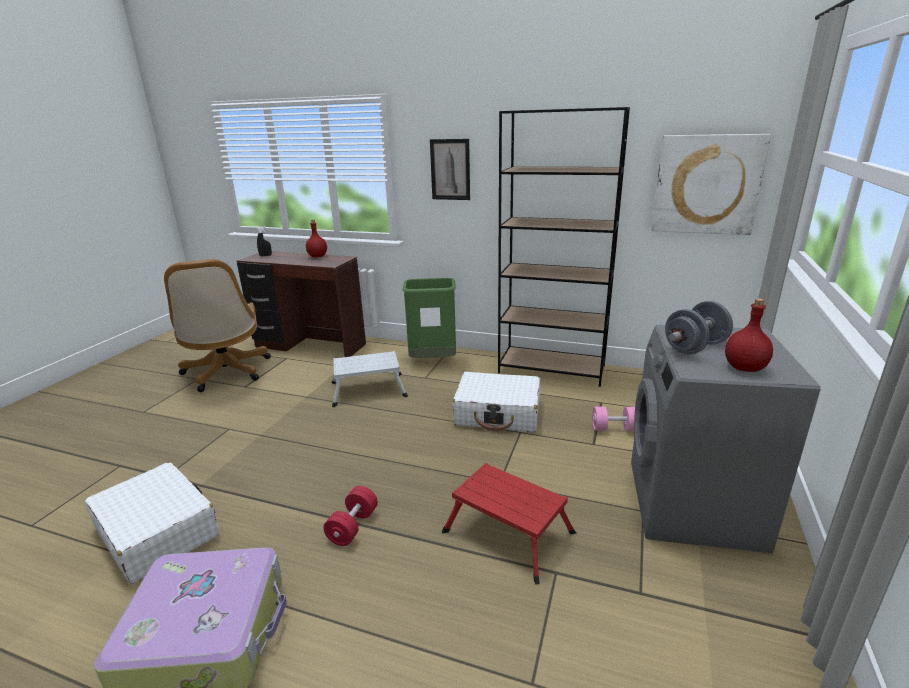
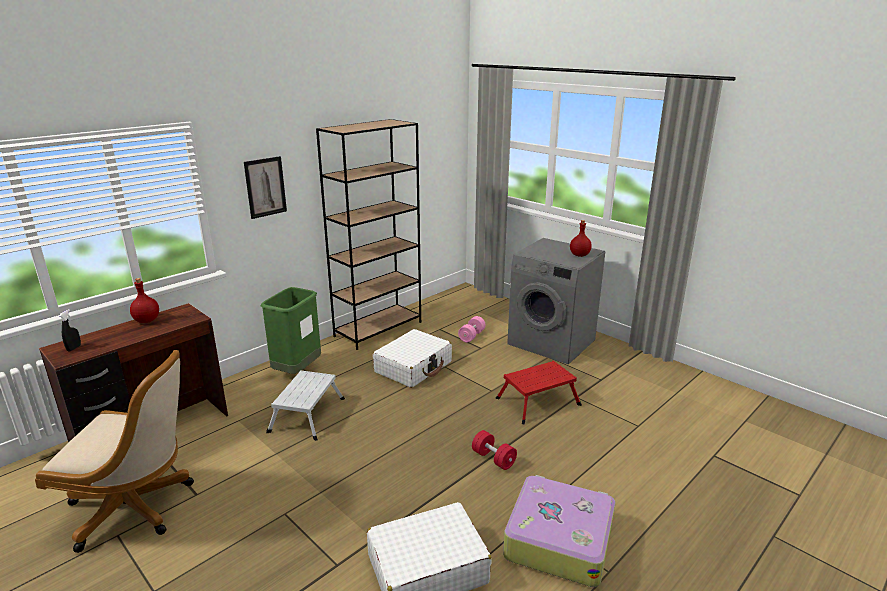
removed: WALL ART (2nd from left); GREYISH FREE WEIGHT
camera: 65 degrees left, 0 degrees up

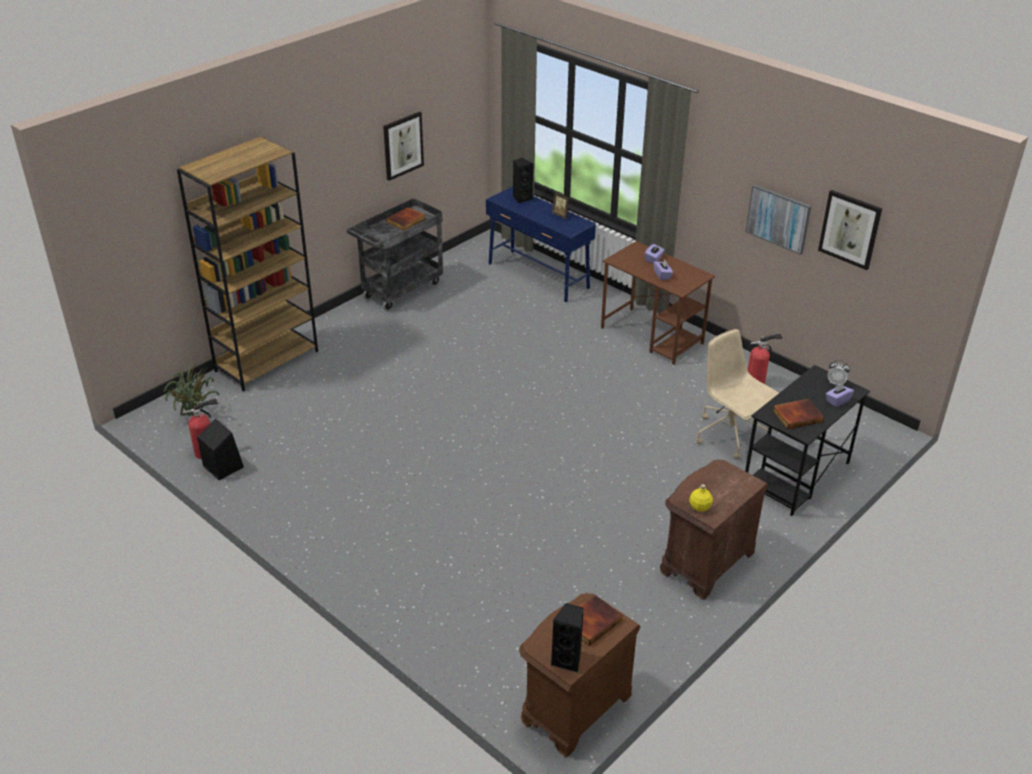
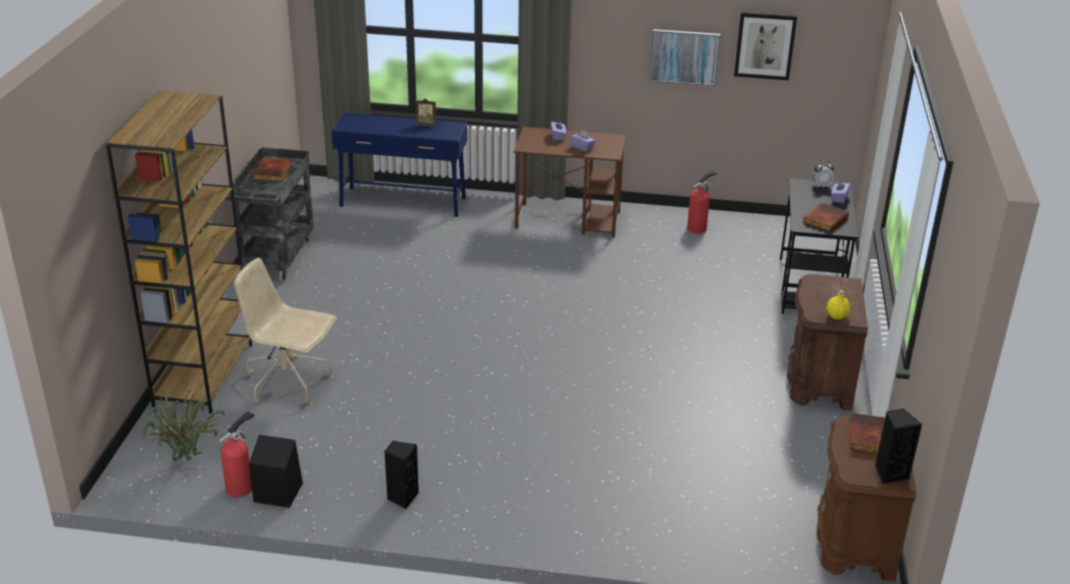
removed: WALL ART (1st from left)
moved: BLACK SPEAKER (2nd from left); BEIGE DESK CHAIR
camera: 35 degrees left, 5 degrees down

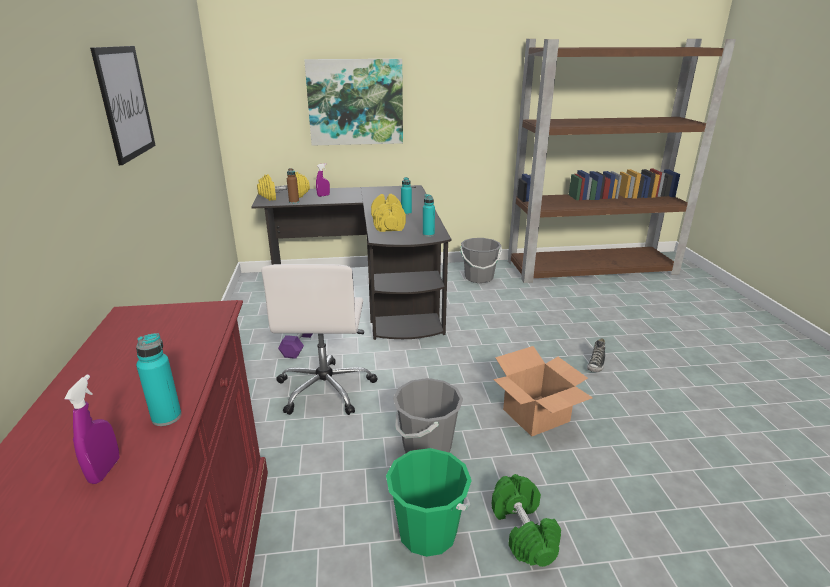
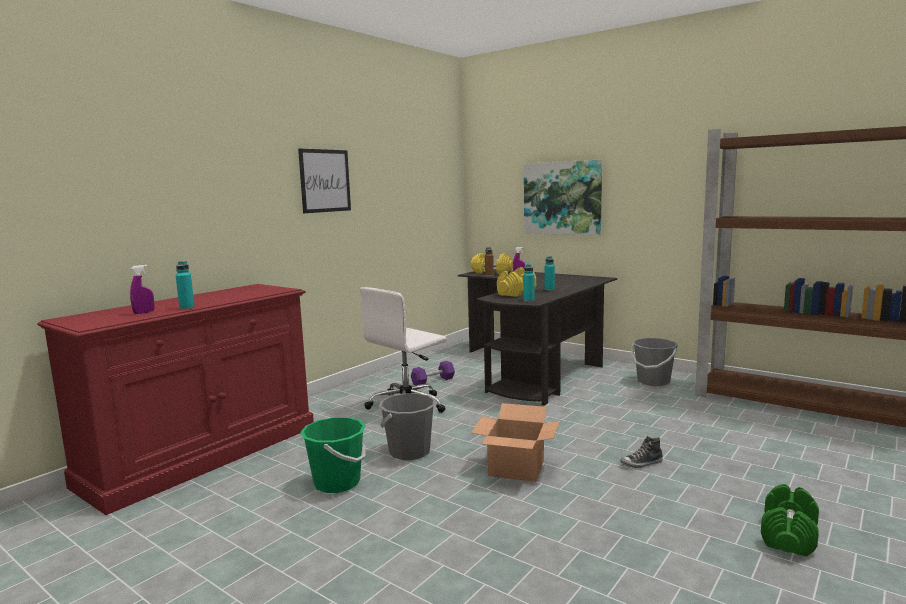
moved: GREENISH FREE WEIGHT
camera: 45 degrees right, 15 degrees down

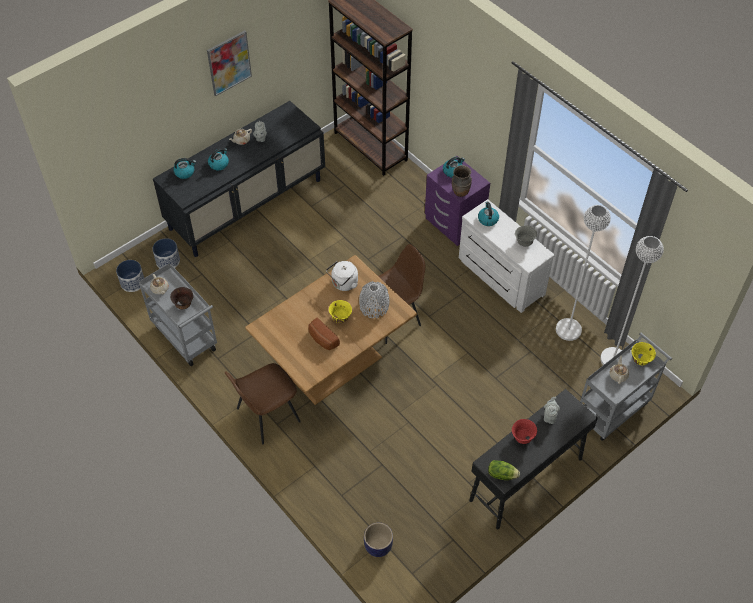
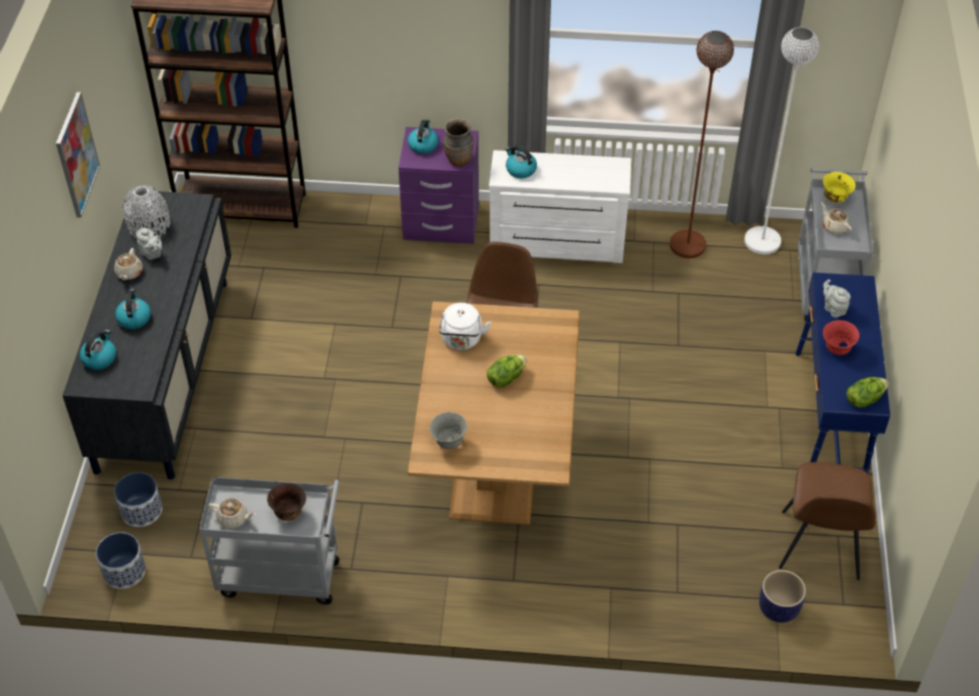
removed: BAKERY BREAD
moved: BROWN-COLOURED PLAIN CHAIR (1st from left in the first image) to BROWN-COLOURED PLAIN CHAIR (2nd from left); GREYISH DECORATIVE VASE; GREYISH BOWL
replaced: YELLOW BOWL (1st from left) to LETTUCE (1st from left)
recoloured: BLACK HALL TABLE to BLUISH HALL TABLE; WHITE STANDING LAMP (1st from left) to BROWN-COLOURED STANDING LAMP
camera: 45 degrees left, 5 degrees down

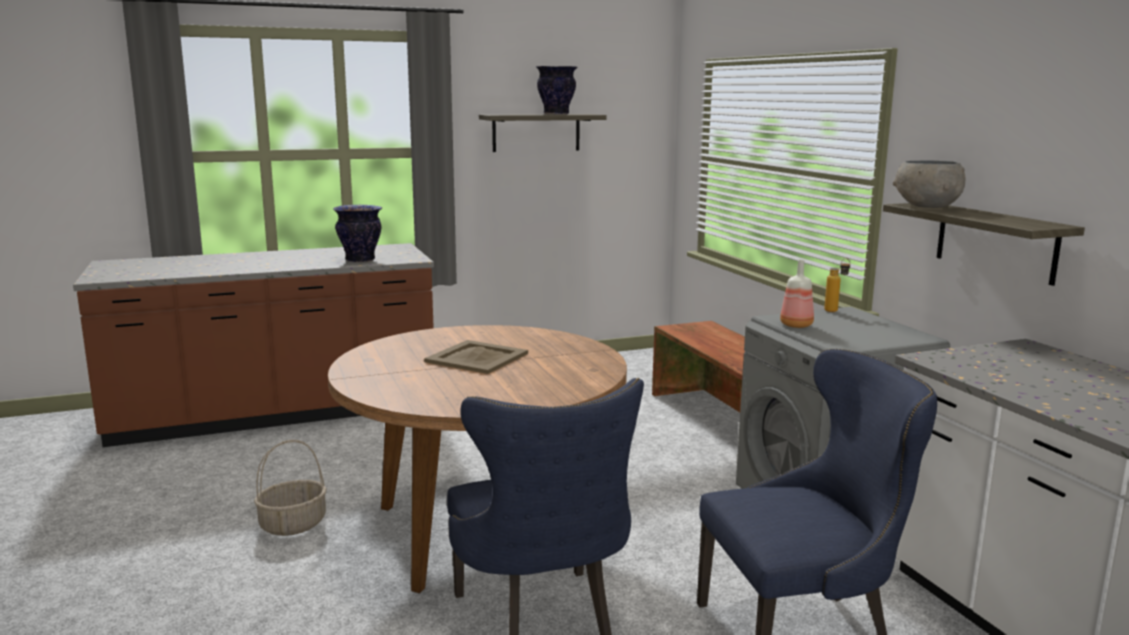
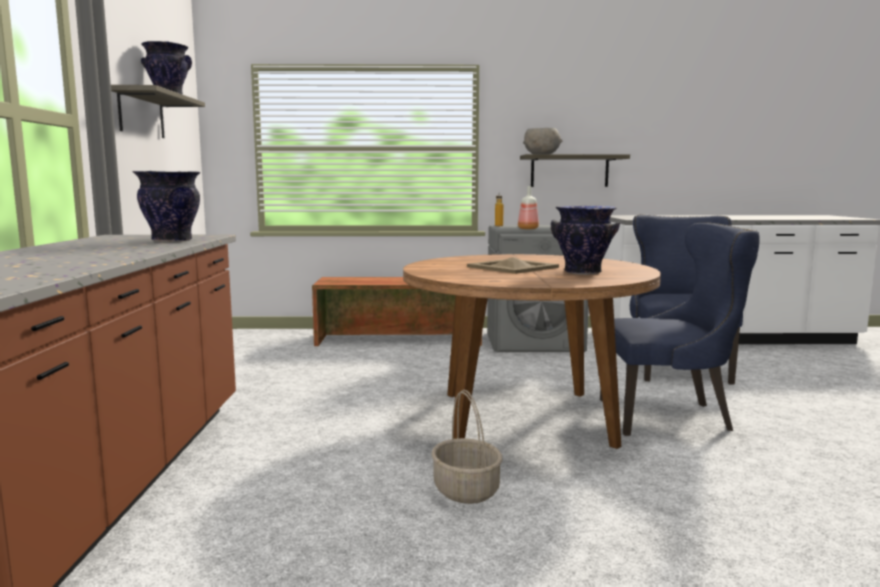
added: DECORATIVE VASE (3rd from left)
camera: 70 degrees left, 5 degrees down

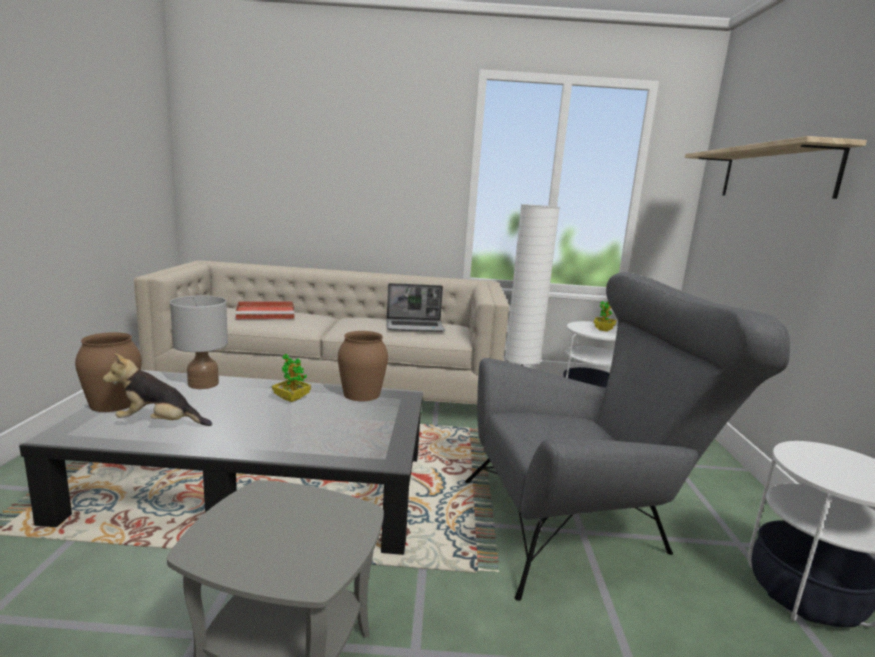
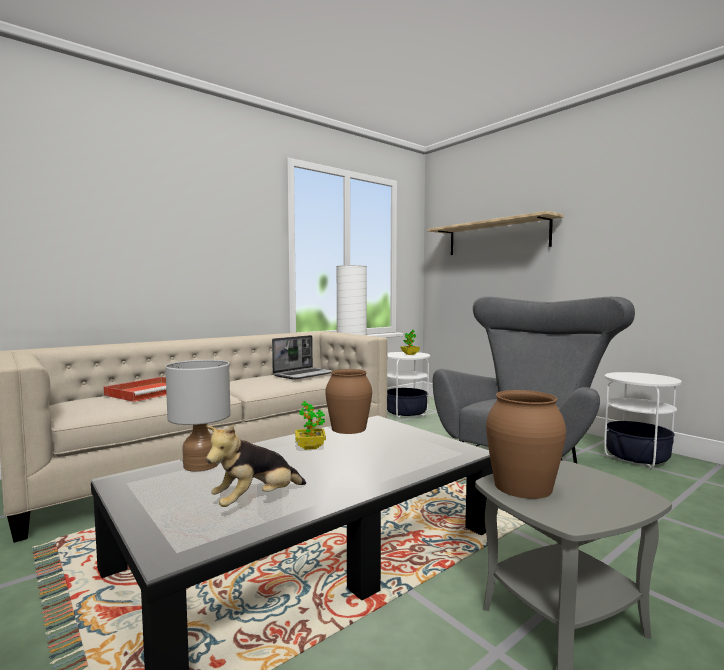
moved: BROWN-COLOURED DECORATIVE VASE (1st from left in the first image) to BROWN-COLOURED DECORATIVE VASE (2nd from left)
camera: 40 degrees left, 10 degrees down

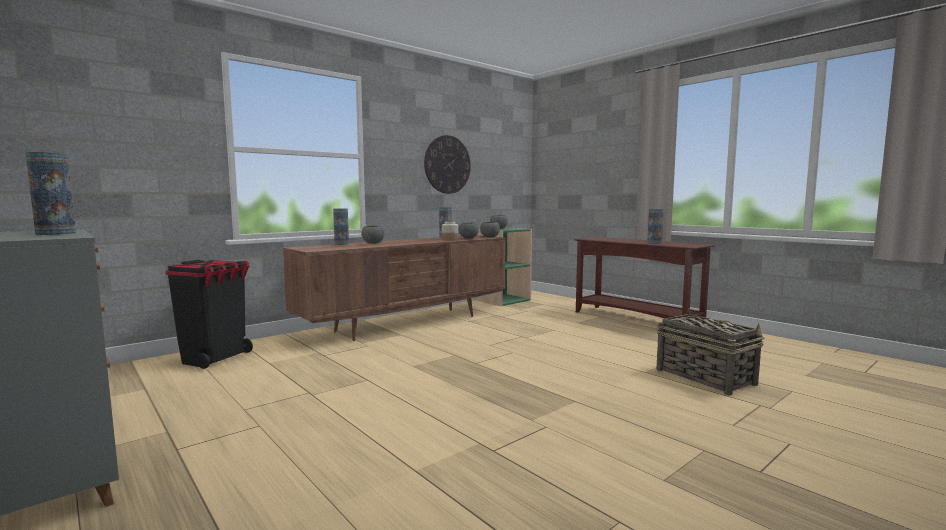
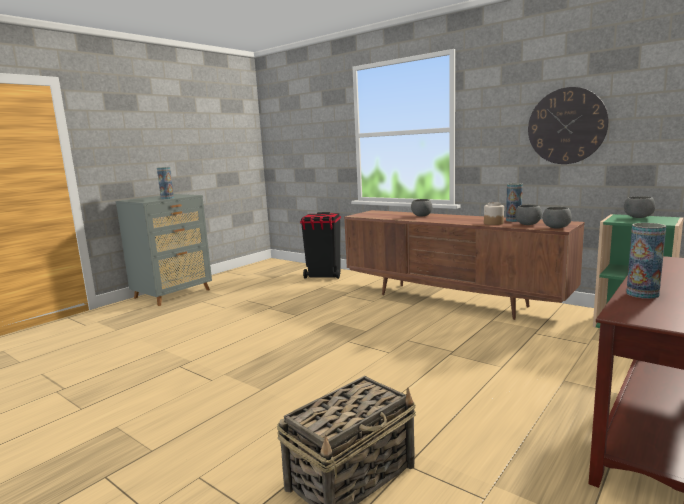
removed: DECORATIVE VASE (2nd from left)
camera: 80 degrees right, 5 degrees up

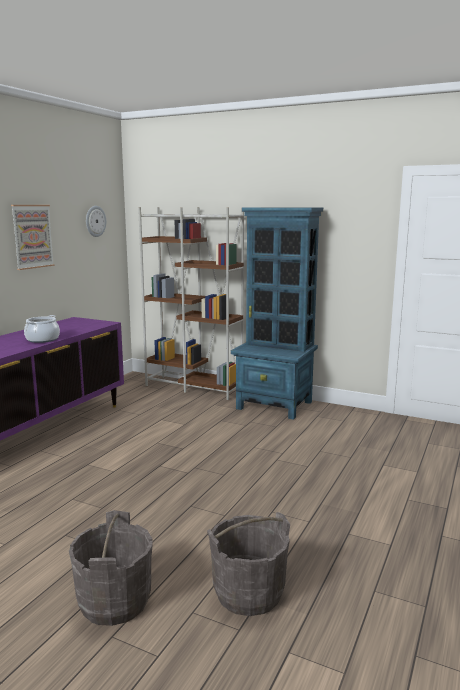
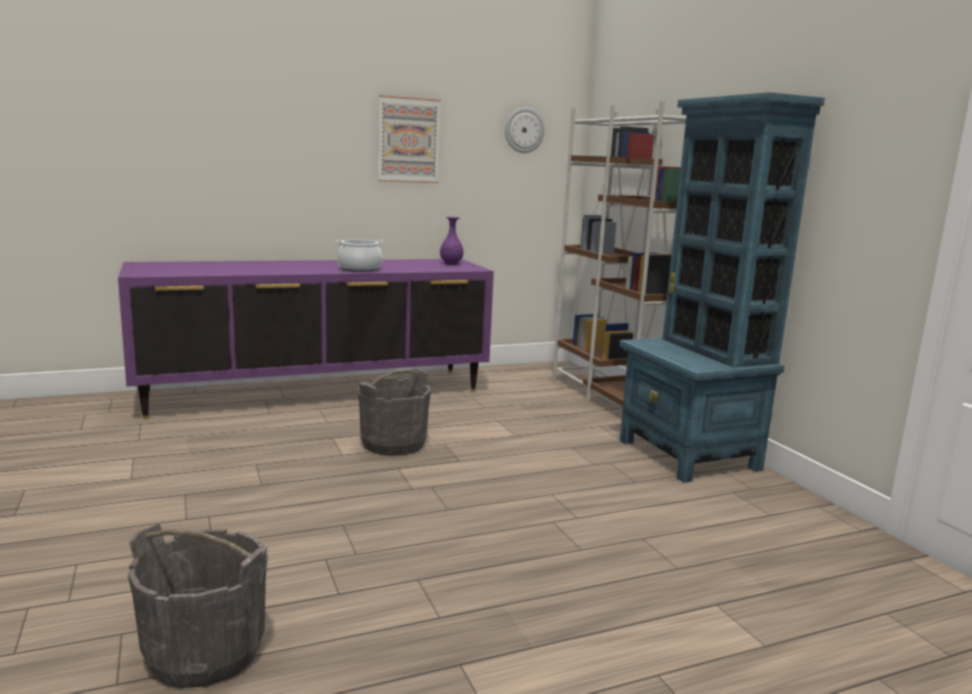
added: PURPLISH DECORATIVE VASE
moved: GREYISH PAIL (1st from left in the first image) to GREYISH PAIL (2nd from left)
camera: 40 degrees right, 0 degrees up

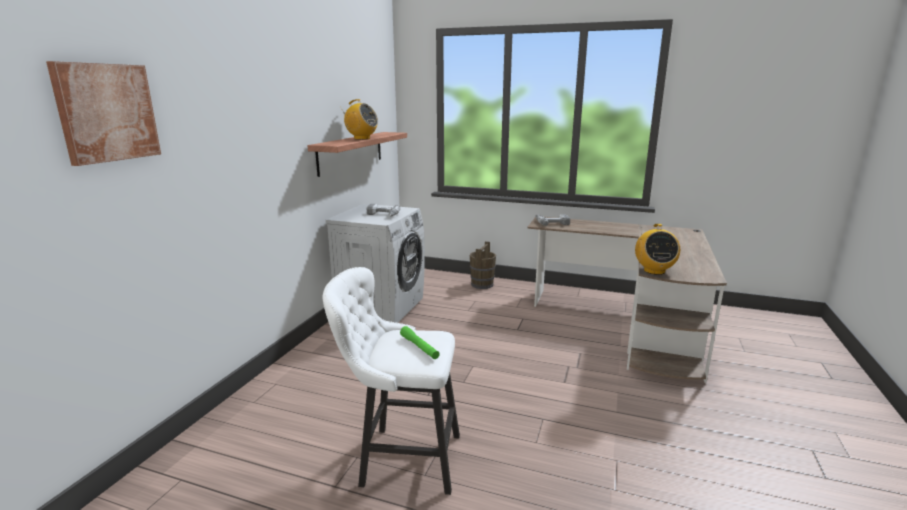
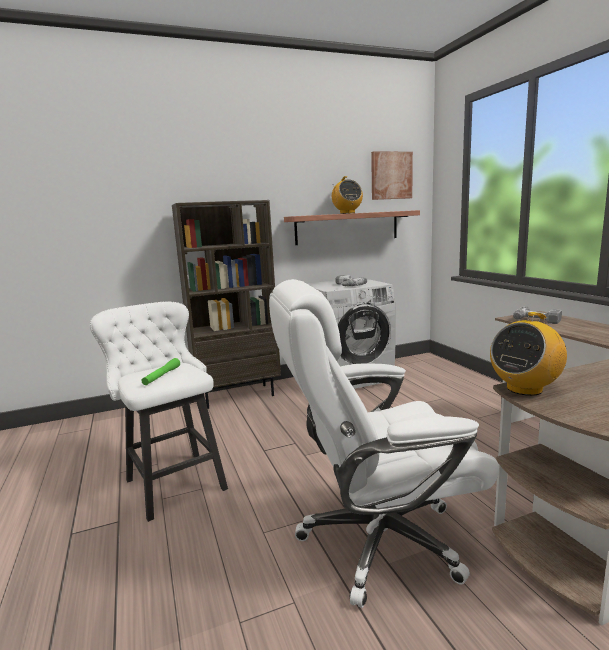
removed: BROWN-COLOURED PAIL
added: BROWN-COLOURED BOOKCASE; WHITE DESK CHAIR
moved: WALL ART
camera: 50 degrees right, 5 degrees down

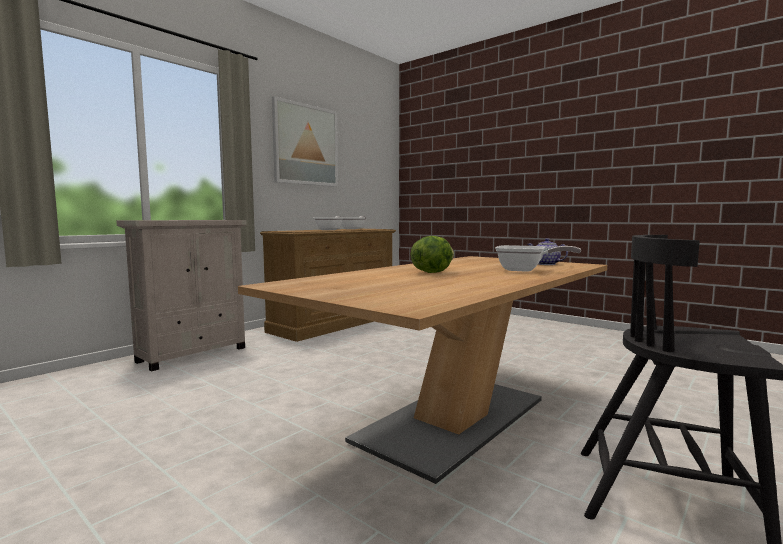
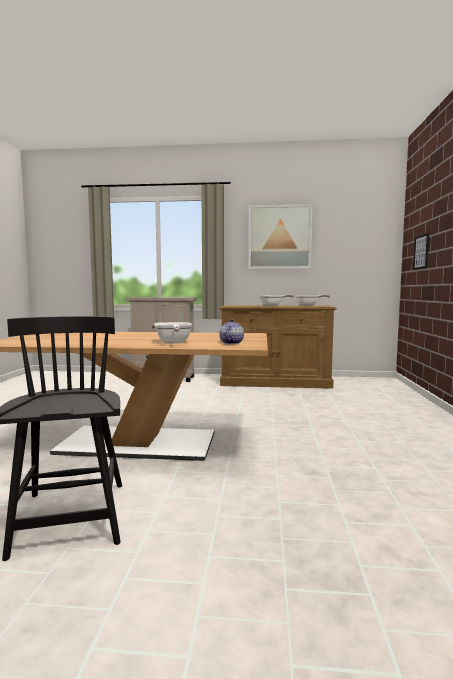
removed: LETTUCE
added: WALL ART (2nd from left)
camera: 55 degrees right, 0 degrees up

